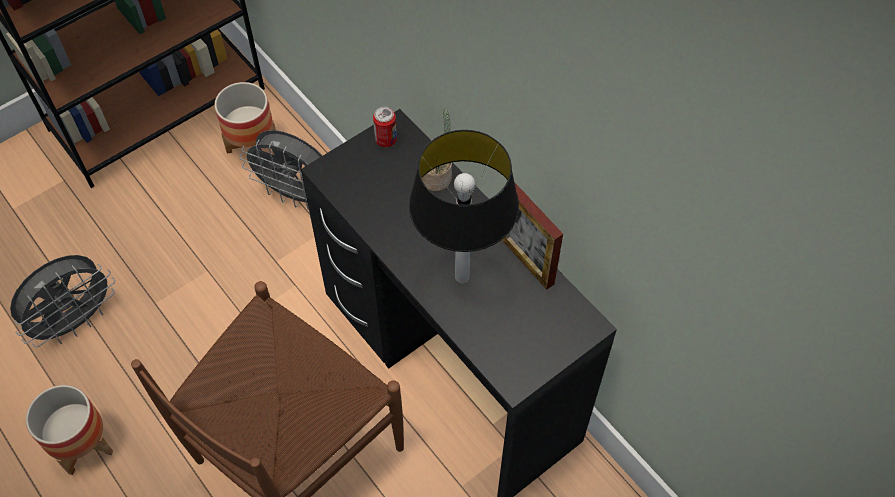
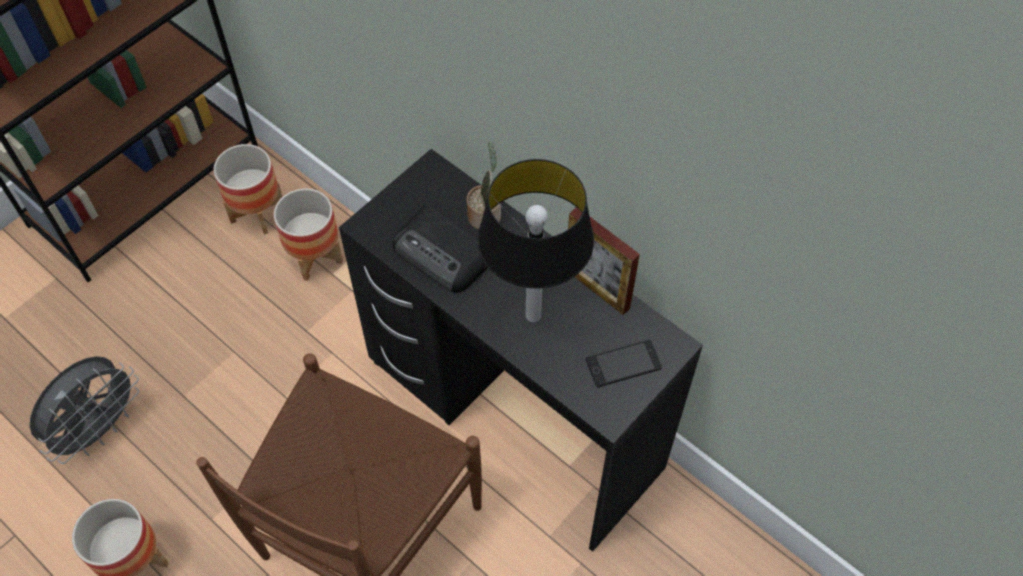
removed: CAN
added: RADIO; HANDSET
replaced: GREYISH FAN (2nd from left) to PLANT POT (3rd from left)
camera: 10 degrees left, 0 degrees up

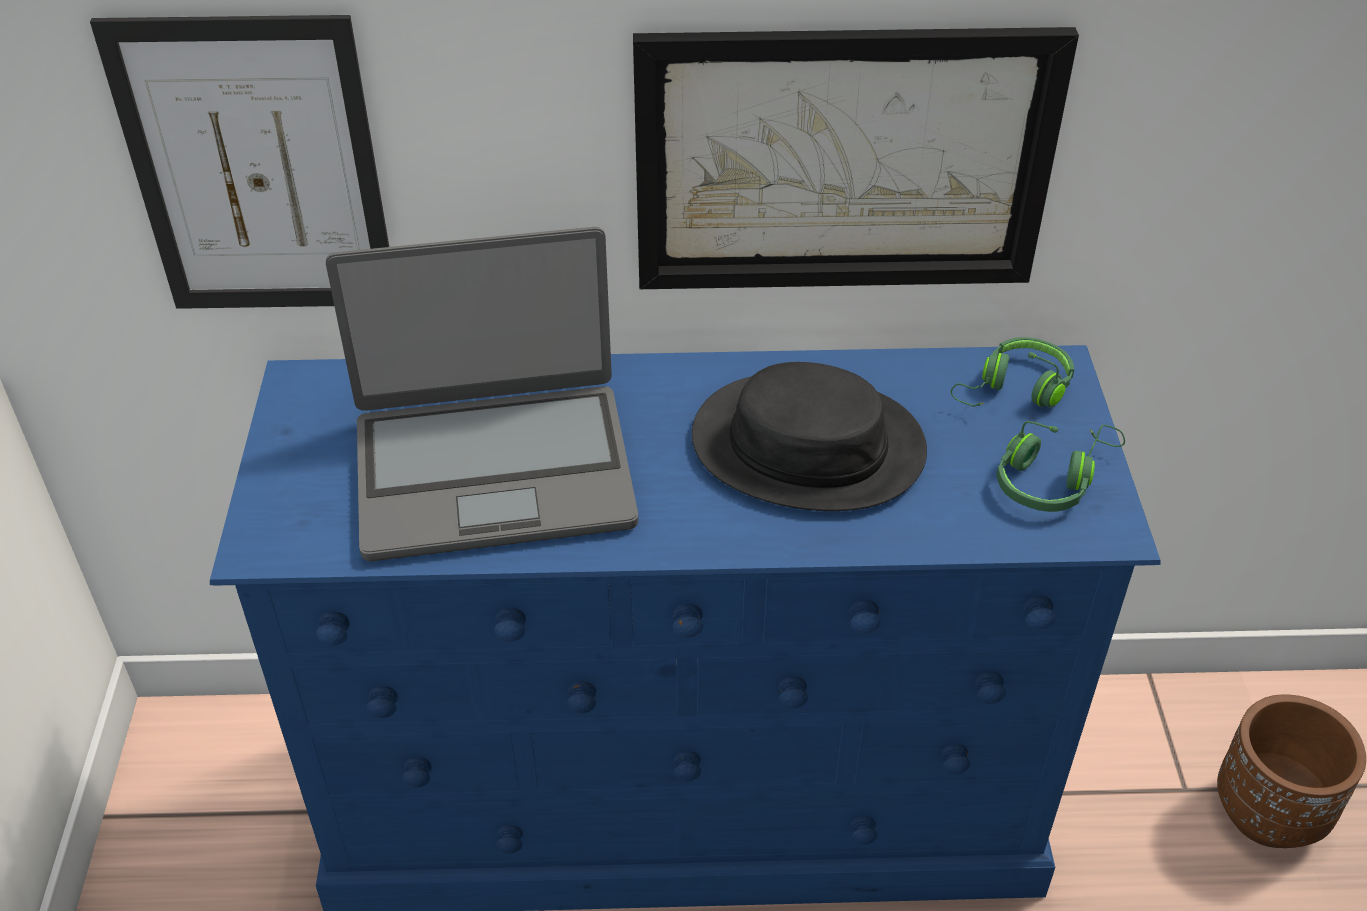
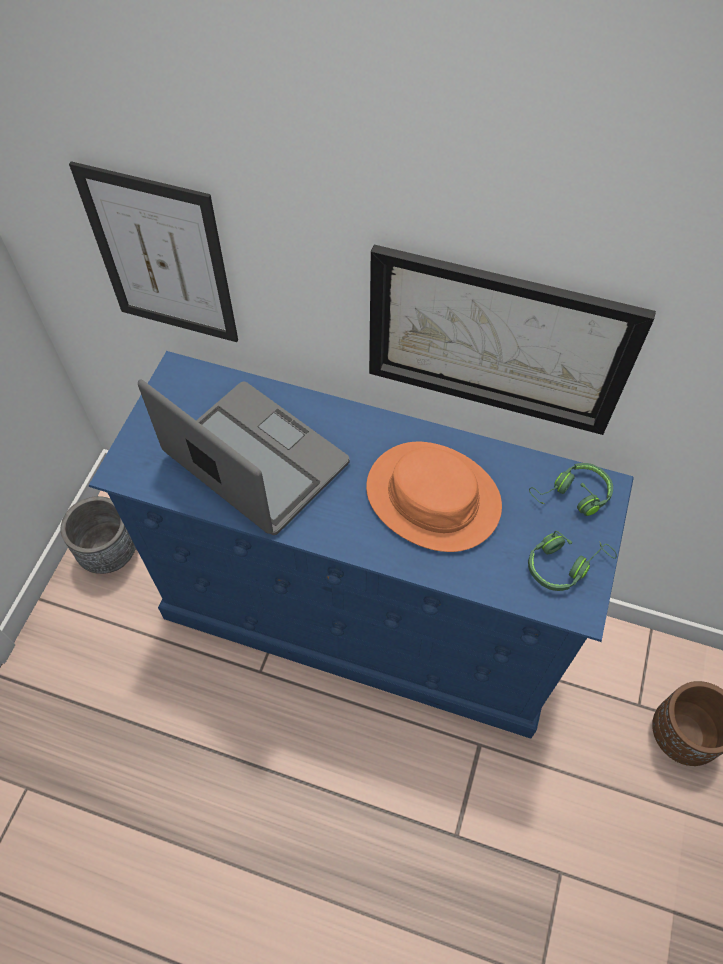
added: GREYISH PLANT POT
recoloured: BLACK WEARABLE HAT to ORANGE WEARABLE HAT
turned: PORTABLE COMPUTER 150 degrees counterclockwise
camera: 20 degrees right, 15 degrees up

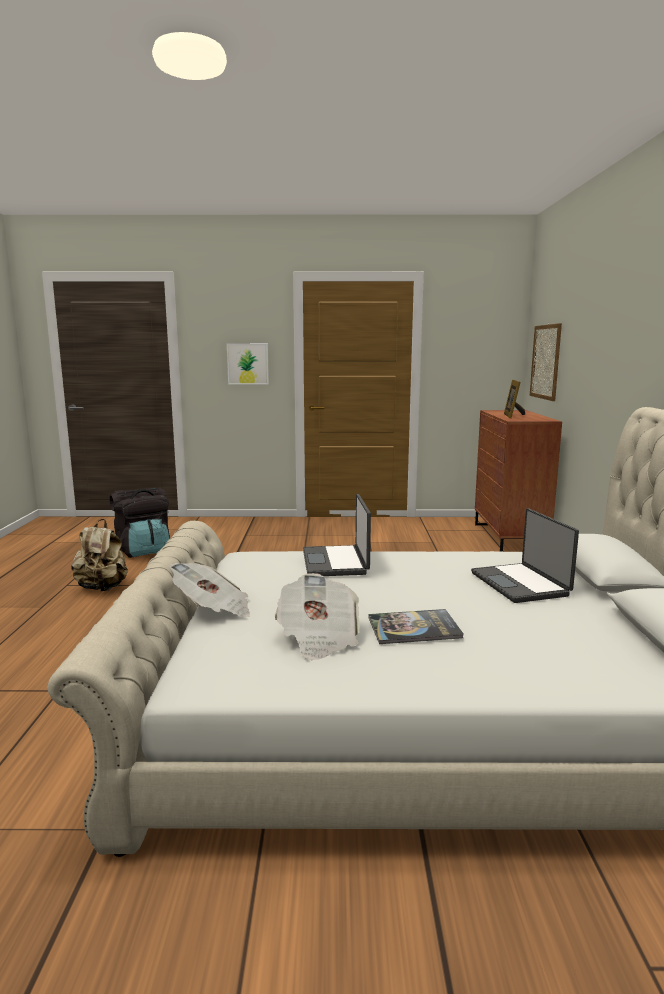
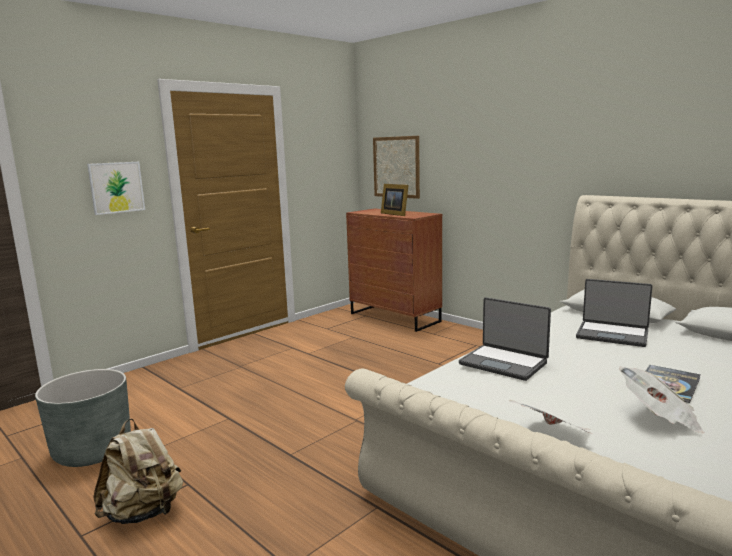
replaced: BLACK KNAPSACK to GREYISH PLANT POT
camera: 45 degrees left, 0 degrees up

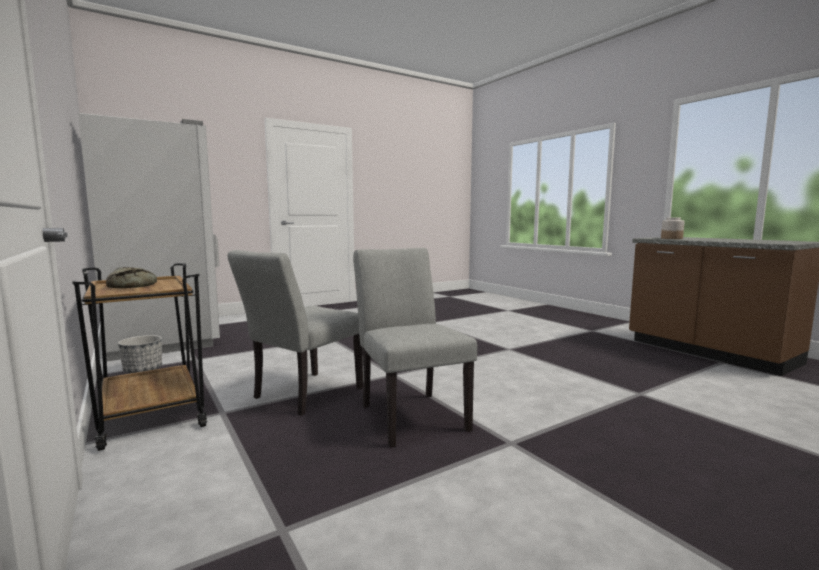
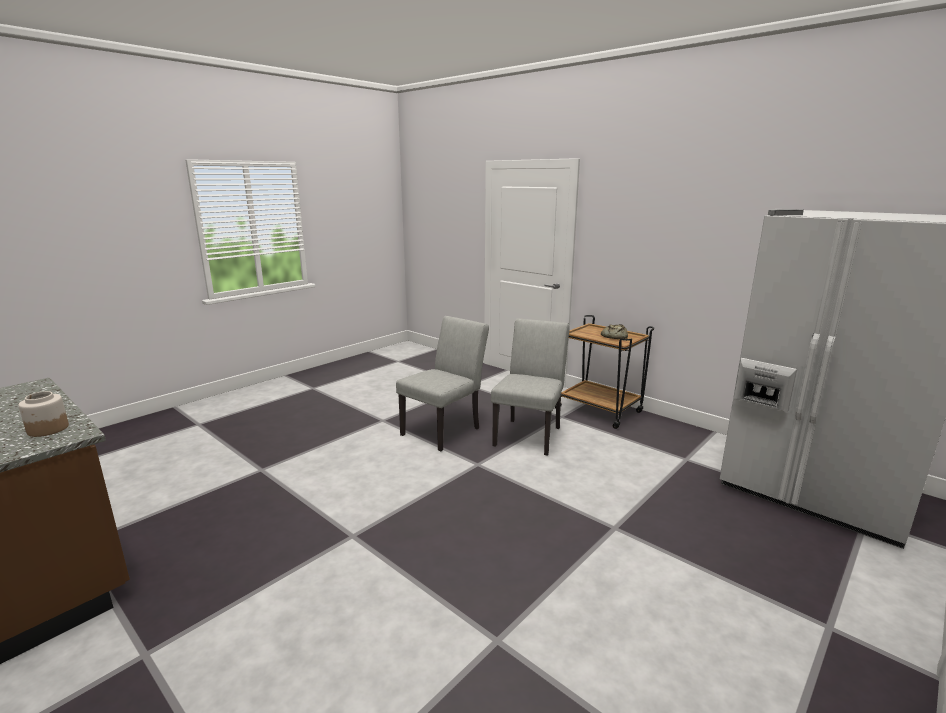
removed: PLANT POT
turned: GREYISH PLAIN CHAIR (2nd from left in the first image) 105 degrees counterclockwise
camera: 165 degrees right, 10 degrees up

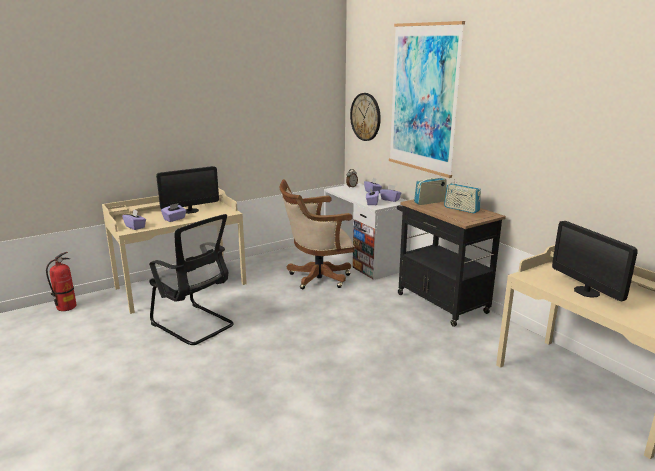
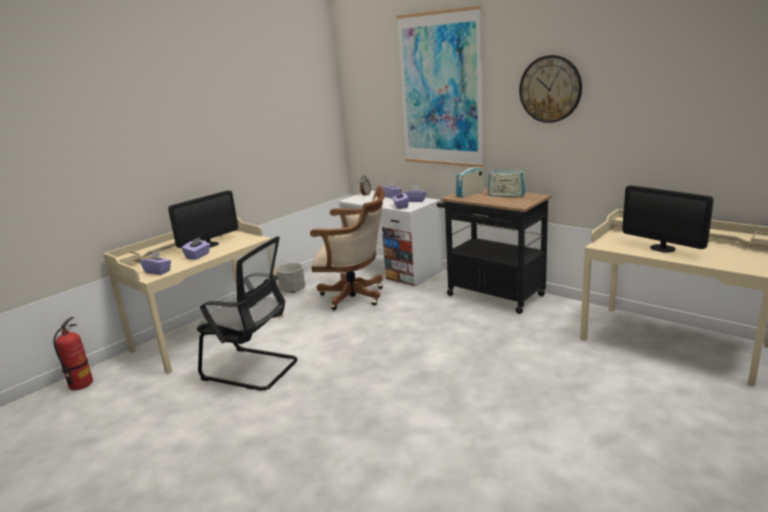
added: GREYISH PLANT POT
moved: CLOCK ON THE WALL
turned: DESK CHAIR 135 degrees counterclockwise
camera: 15 degrees left, 0 degrees up

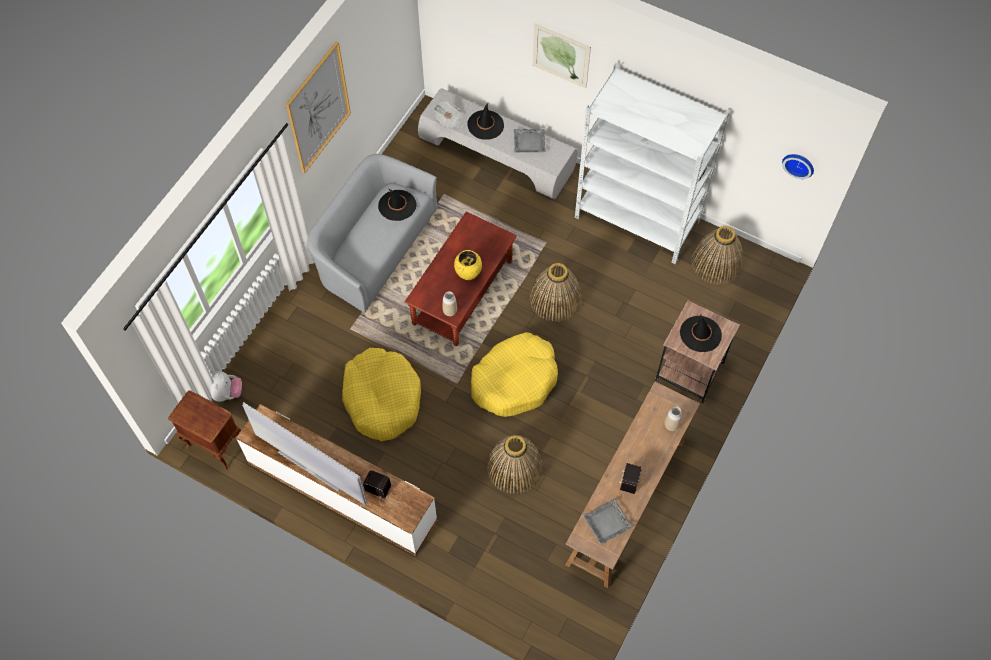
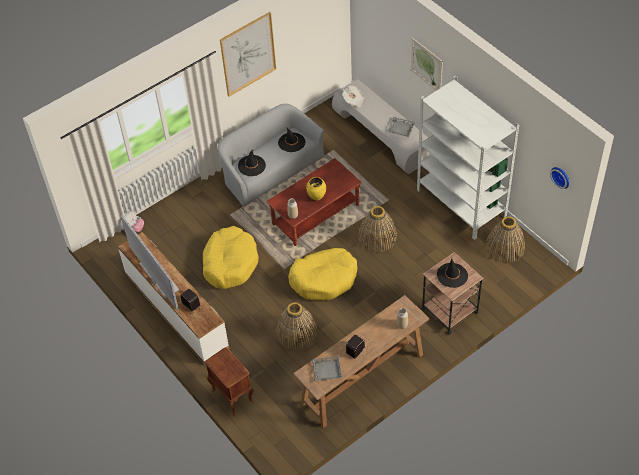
moved: BROWN-COLOURED NIGHTSTAND; BLACK WEARABLE HAT (2nd from left in the first image) to BLACK WEARABLE HAT (1st from left)
camera: 25 degrees right, 10 degrees down

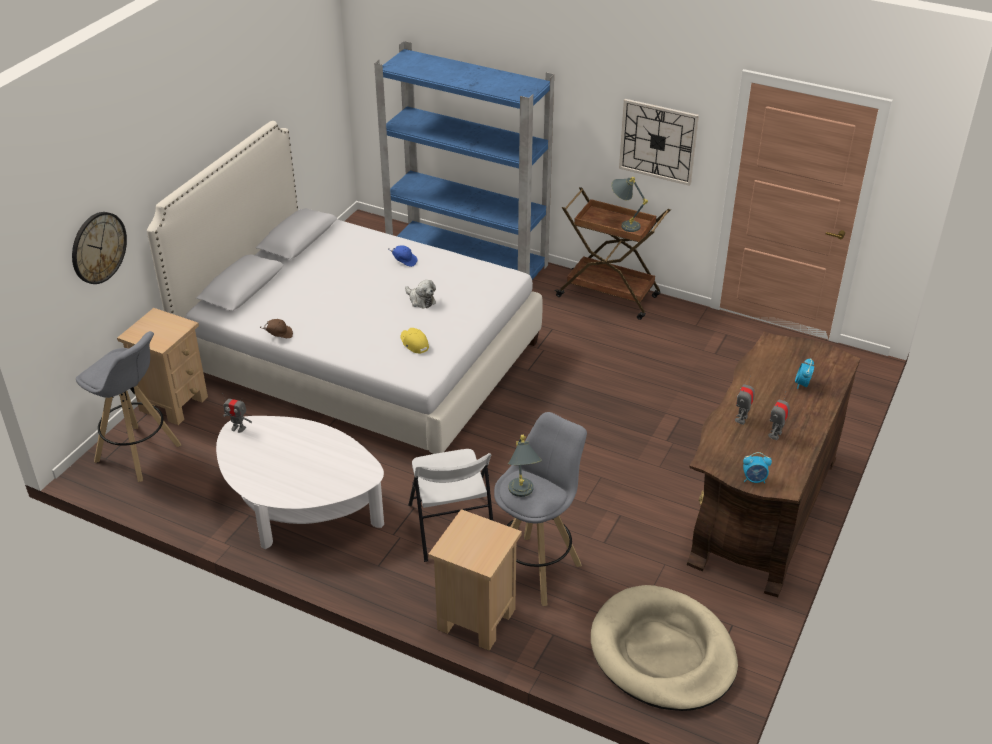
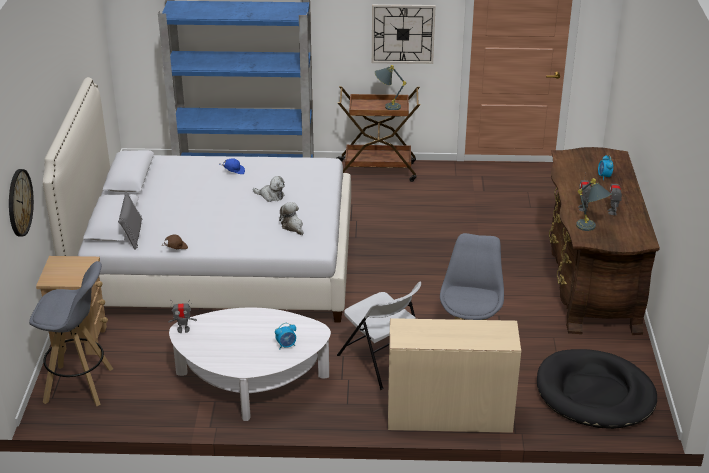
added: GREYISH PILLOW
moved: GREYISH TABLE LAMP (1st from left in the first image) to GREYISH TABLE LAMP (2nd from left); ALARM CLOCK (1st from left)
replaced: YELLOW CAP to SOFT TOY (2nd from left); BEIGE NIGHTSTAND (2nd from left) to BEIGE DESK
recoloured: BEIGE DOG BED to BLACK DOG BED
camera: 25 degrees left, 5 degrees down

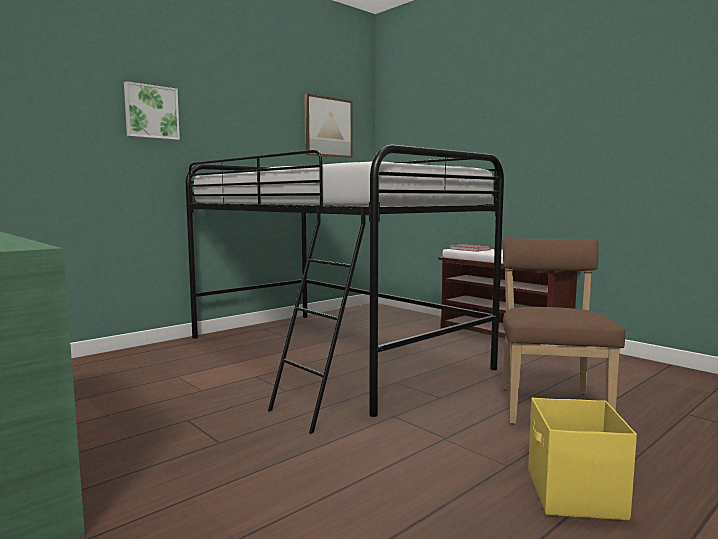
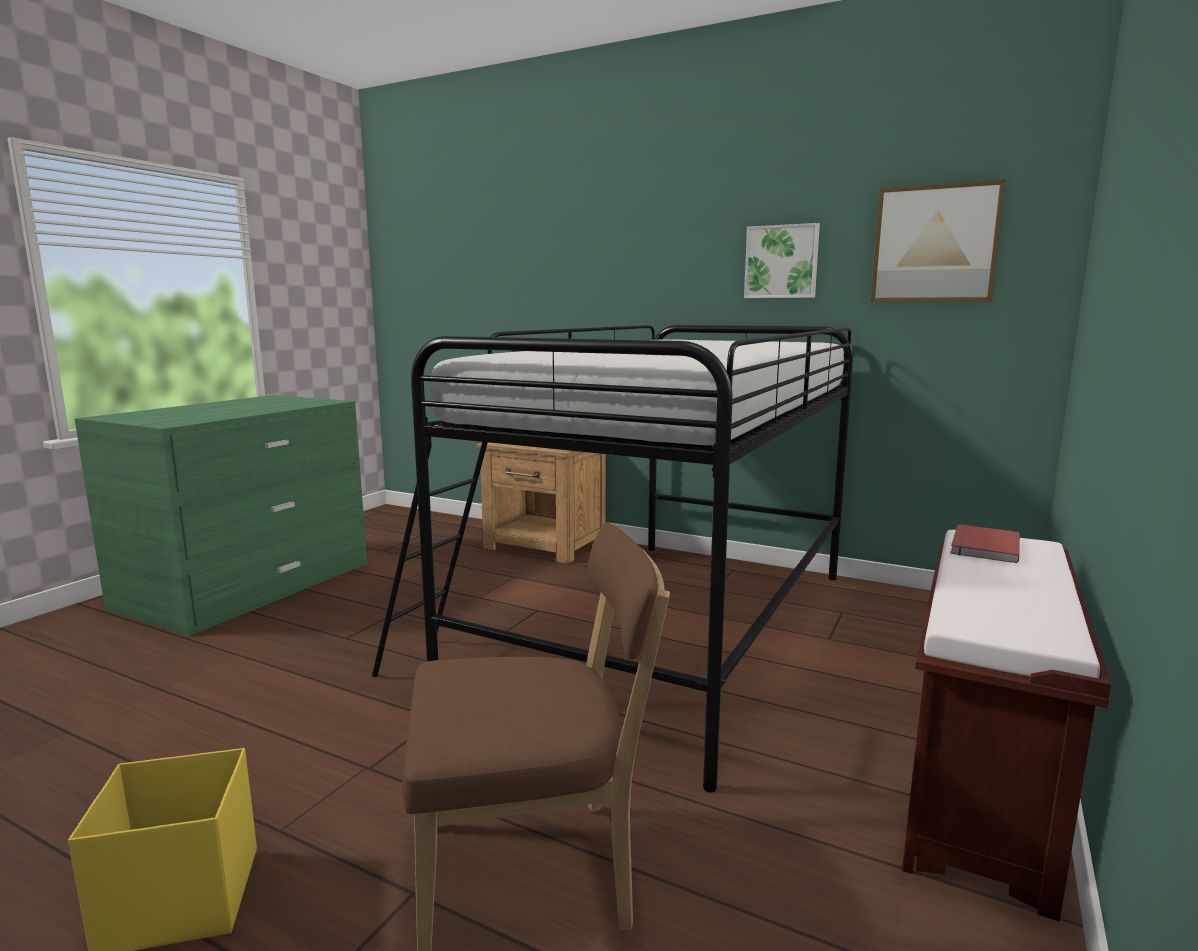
added: BROWN-COLOURED NIGHTSTAND
moved: WALL ART (1st from left)
camera: 70 degrees right, 5 degrees up

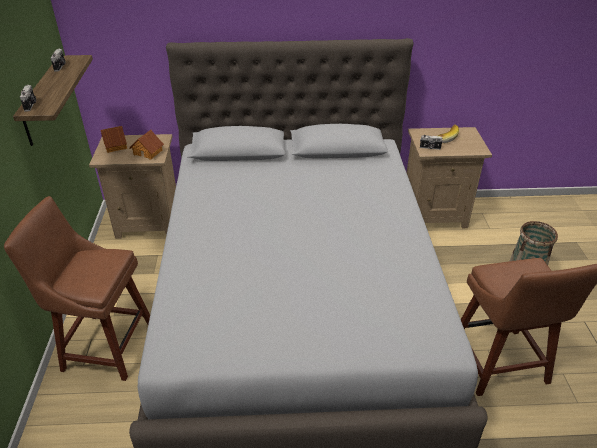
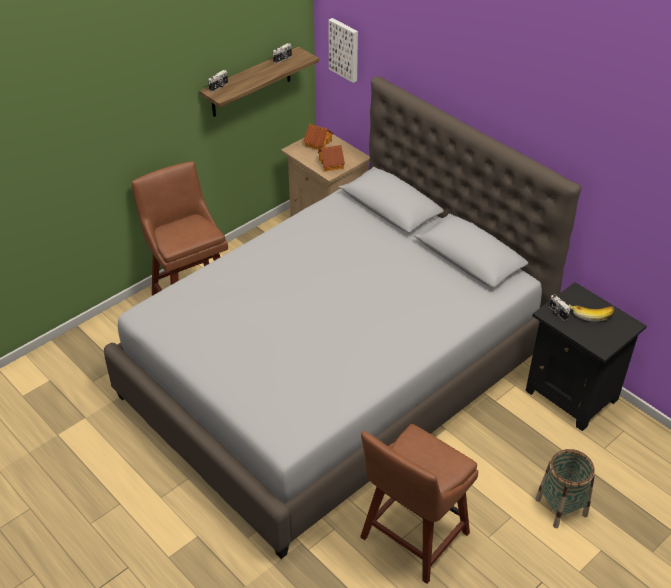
added: WALL ART
recoloured: BEIGE NIGHTSTAND (2nd from left) to BLACK NIGHTSTAND
camera: 50 degrees right, 5 degrees up

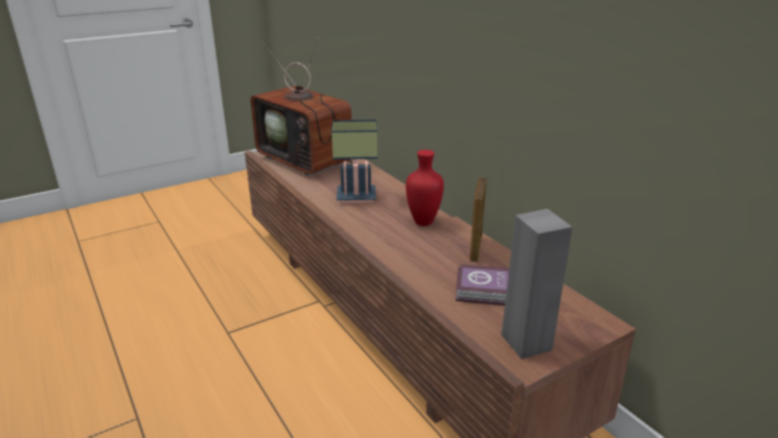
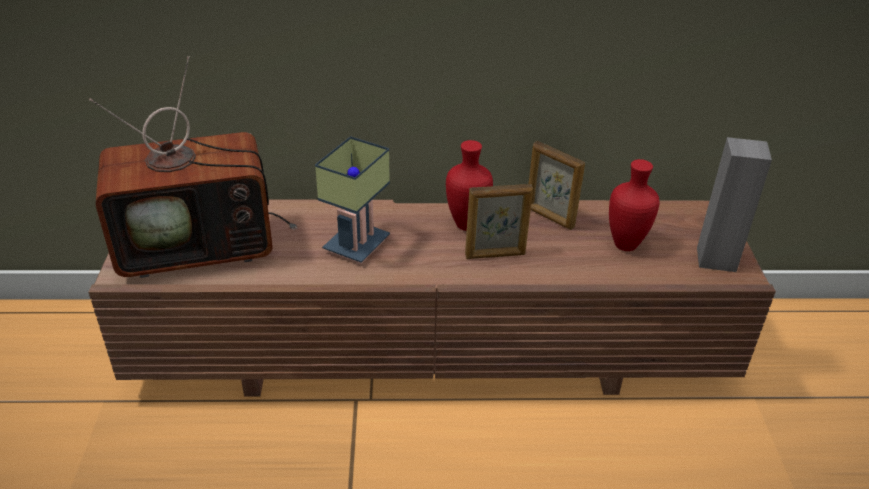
added: STANDING FRAME (1st from left)
replaced: BOUND BOOK to REDDISH DECORATIVE VASE (2nd from left)
camera: 60 degrees left, 10 degrees up

